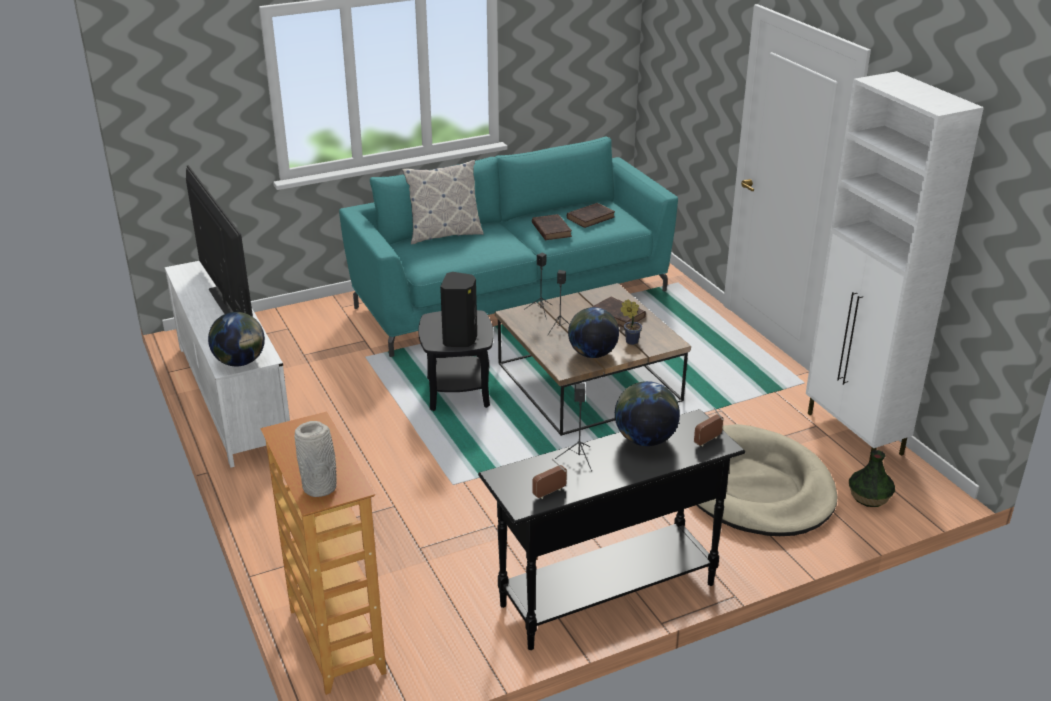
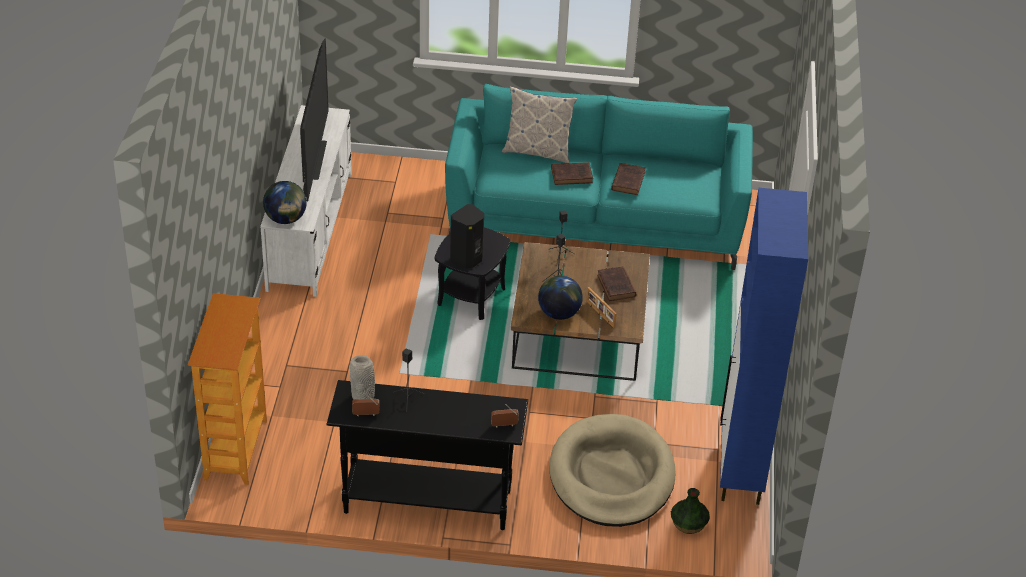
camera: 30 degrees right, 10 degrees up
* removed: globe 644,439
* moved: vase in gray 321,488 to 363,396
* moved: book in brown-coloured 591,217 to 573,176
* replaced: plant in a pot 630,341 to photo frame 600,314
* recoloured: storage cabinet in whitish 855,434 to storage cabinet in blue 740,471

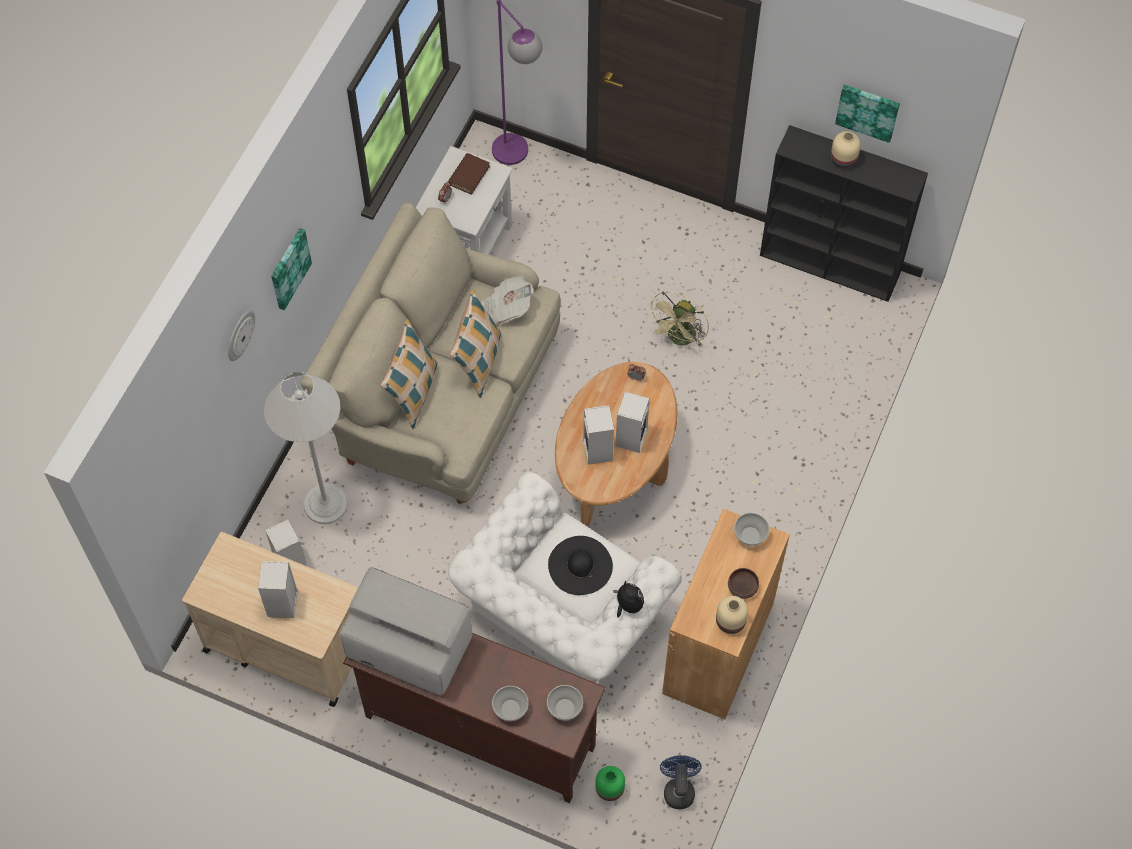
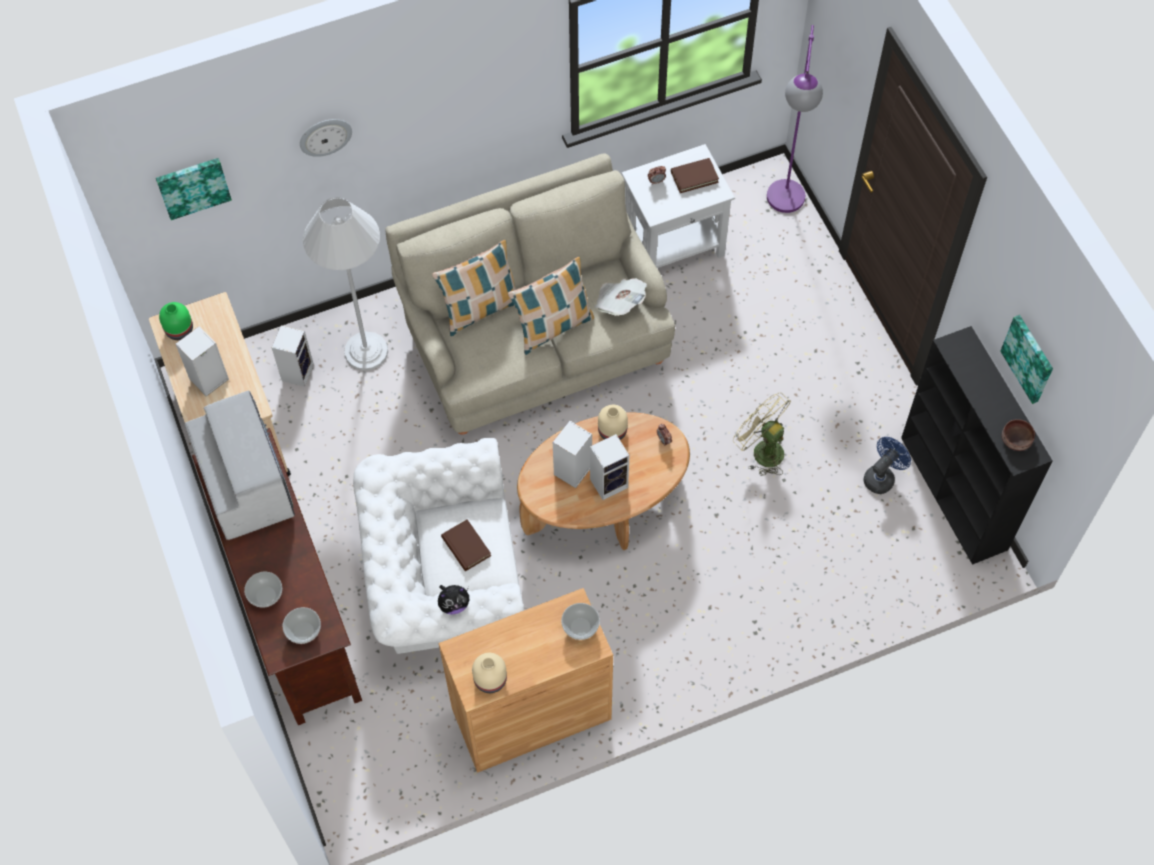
camera: 45 degrees right, 0 degrees up
* moved: picture 288,268 to 193,186
* moved: vase in green-coloured 609,788 to 179,329
* moved: fan in blue 678,788 to 882,476
* moved: deep dish in brown-coloured 743,586 to 1017,439
* moved: vase in sand-coloured 842,159 to 612,430
* replaced: wearable hat in blackish 580,565 to book in brown-coloured 466,546
* turned: plush toy 628,605 = 454,604 60 degrees clockwise
* turned: fan in sand-coloured 679,339 = 762,450 60 degrees clockwise

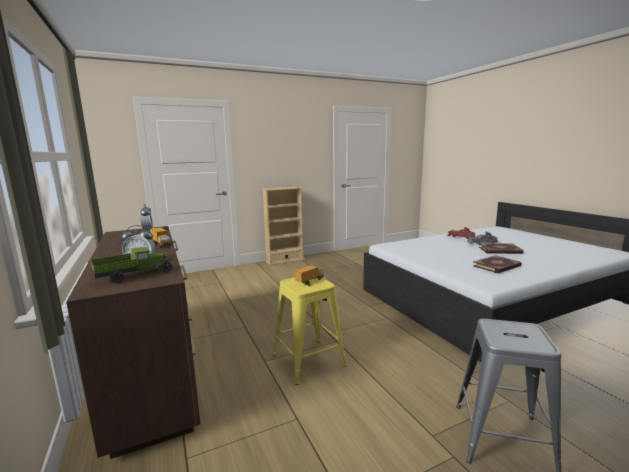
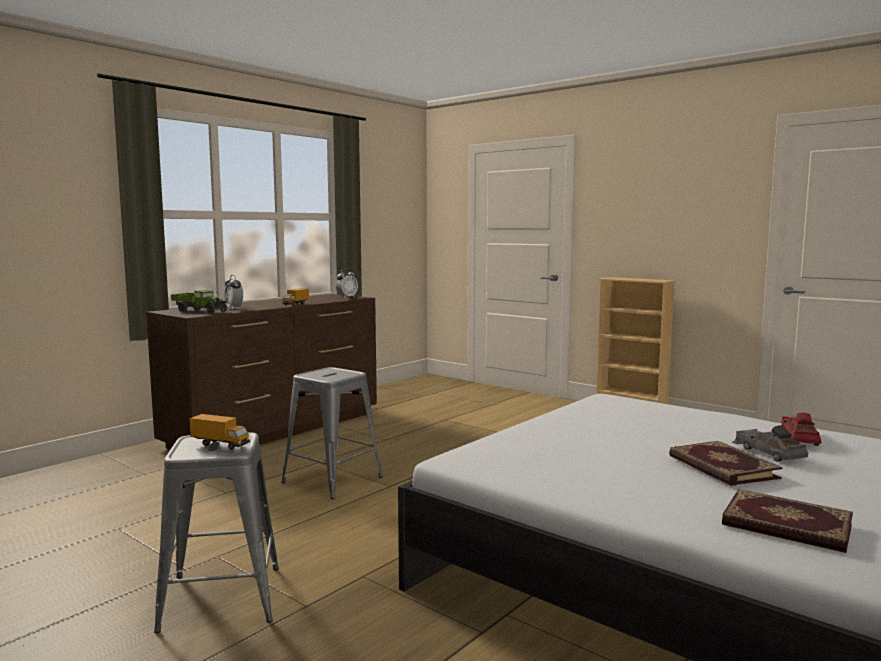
camera: 65 degrees right, 5 degrees down
* moved: toy lorry 309,281 to 220,444
* moved: book 497,266 to 786,526
* recoloured: sitting stool in yellow-coloured 309,361 to sitting stool in gray 332,480

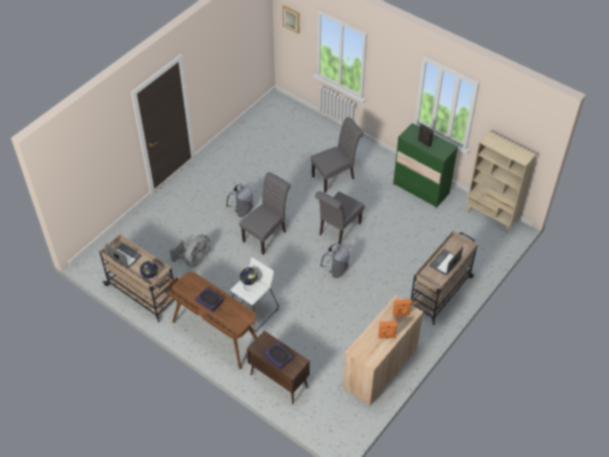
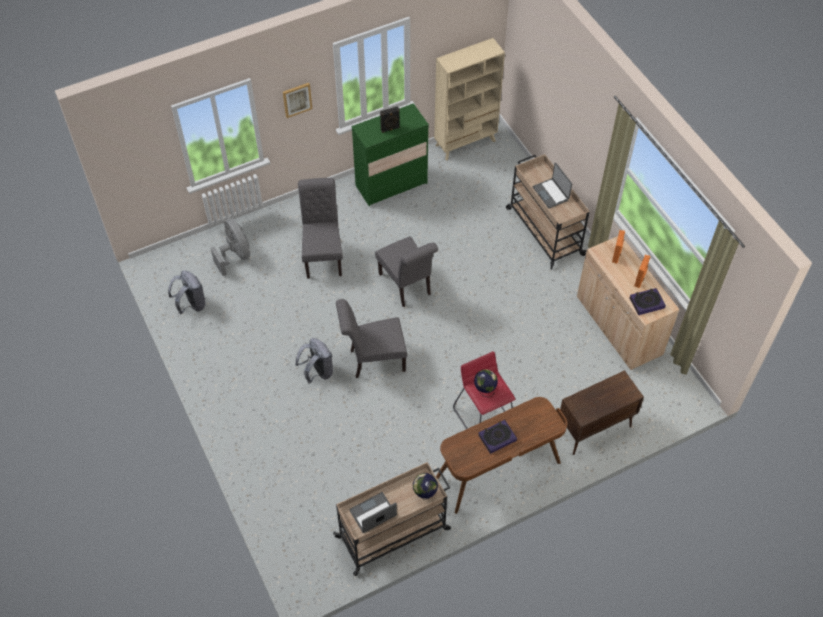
camera: 65 degrees left, 5 degrees up
* moved: fan in gray 194,260 to 235,256
* moved: book 279,356 to 646,303
* moved: picture 291,19 to 297,99
* moved: rucksack in gray 336,270 to 191,304
* recoloured: sitting stool in whitish 254,311 to sitting stool in red 484,417
* turned: plain chair in gray 266,235 = 373,360 75 degrees counterclockwise

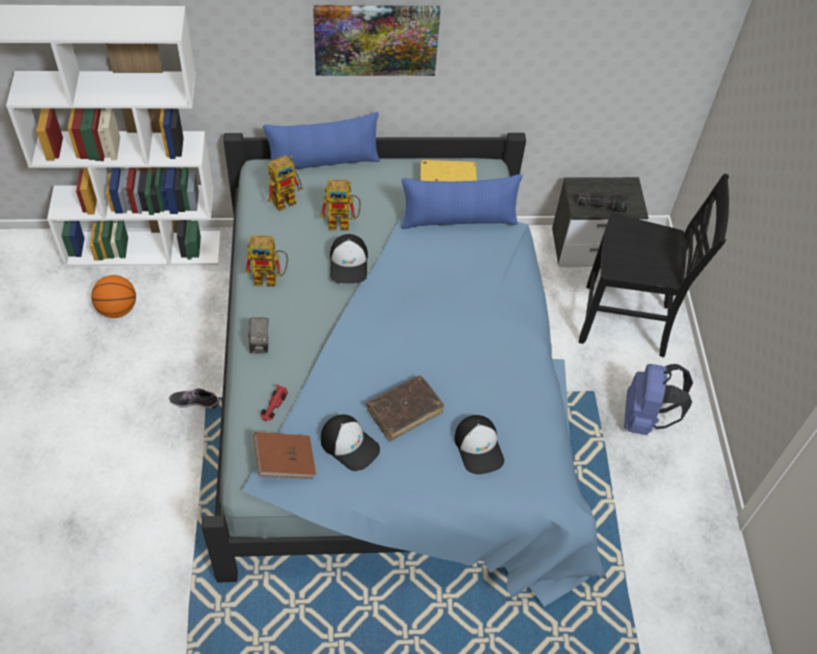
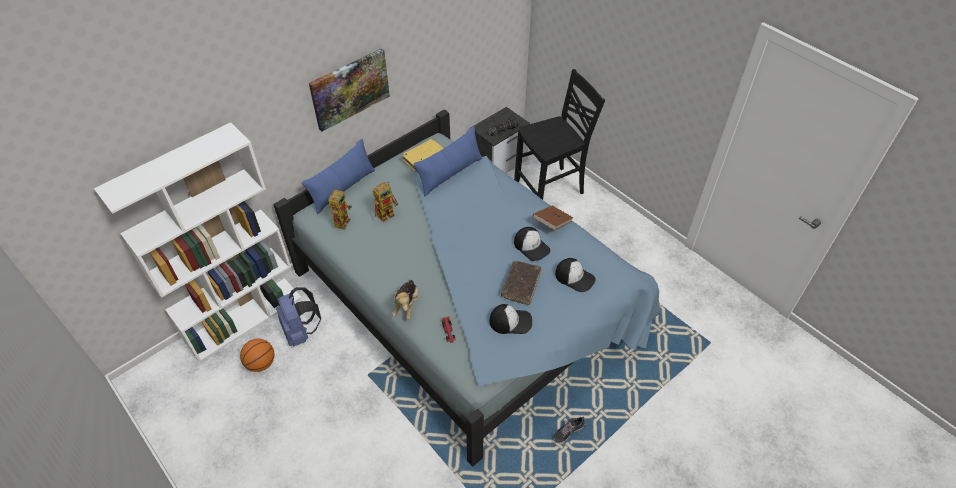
camera: 35 degrees left, 5 degrees down
* removed: toy robot 271,278
* moved: shoe 195,401 to 568,431
* moved: book in brown-coloured 285,462 to 552,223
* moved: cap 349,263 to 531,246
* moved: rucksack in blue 645,418 to 301,331
* replaced: photo camera 260,343 to plush toy 406,305

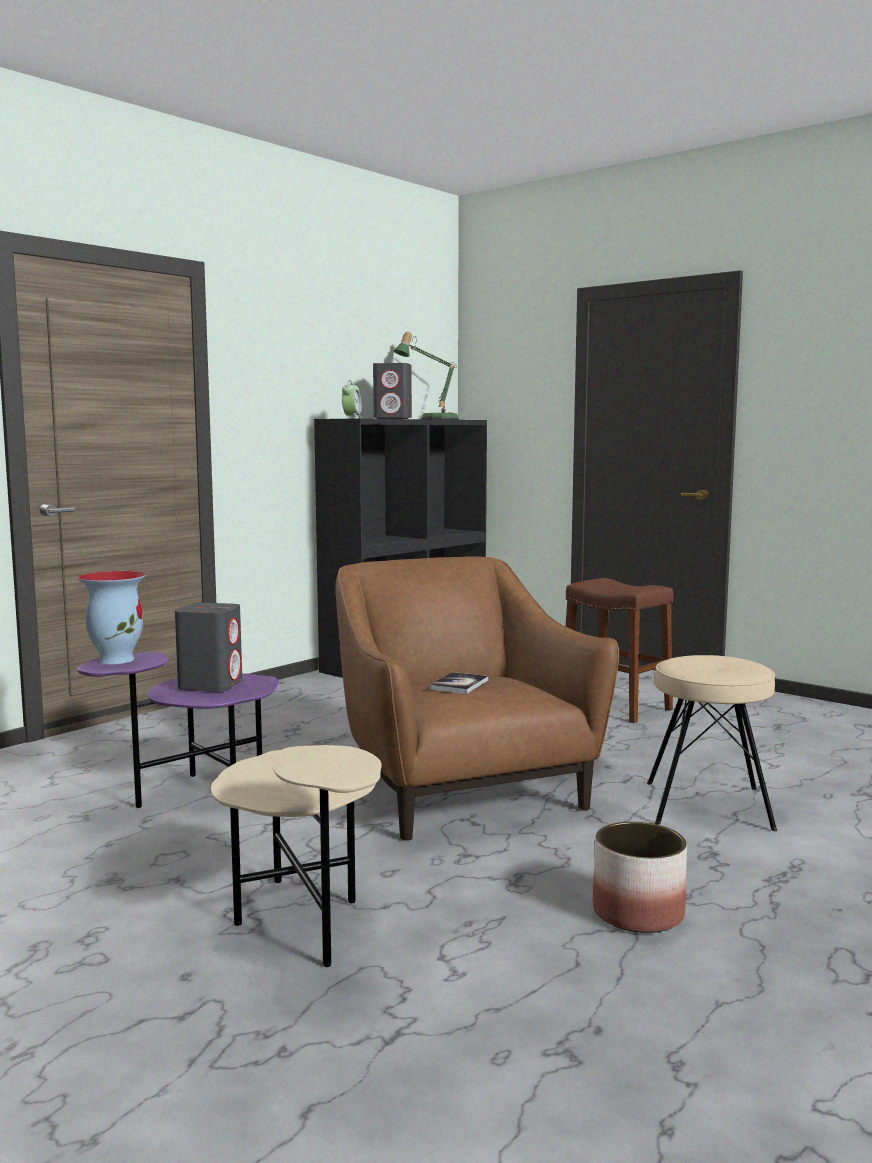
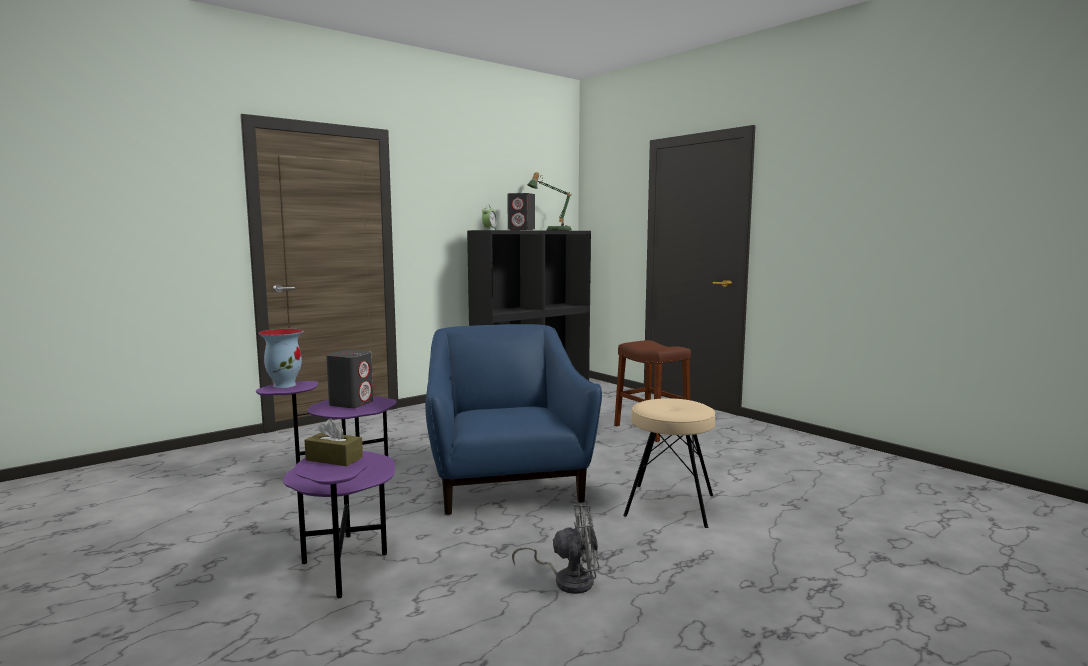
camera: 10 degrees right, 0 degrees up
* removed: book 459,685
* added: tissue box in brown-coloured 334,459
* replaced: planter 637,913 to fan in gray 567,580
* recoloured: side table in sand-coloured 304,924 to side table in purple 344,567
* recoloured: armchair in brown-coloured 460,791 to armchair in blue 506,482

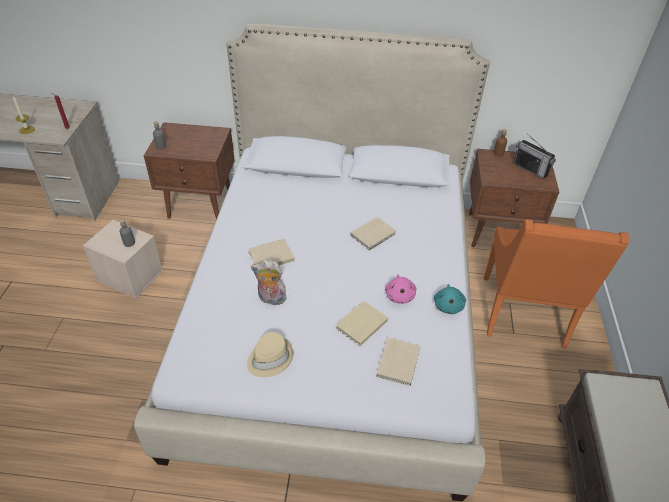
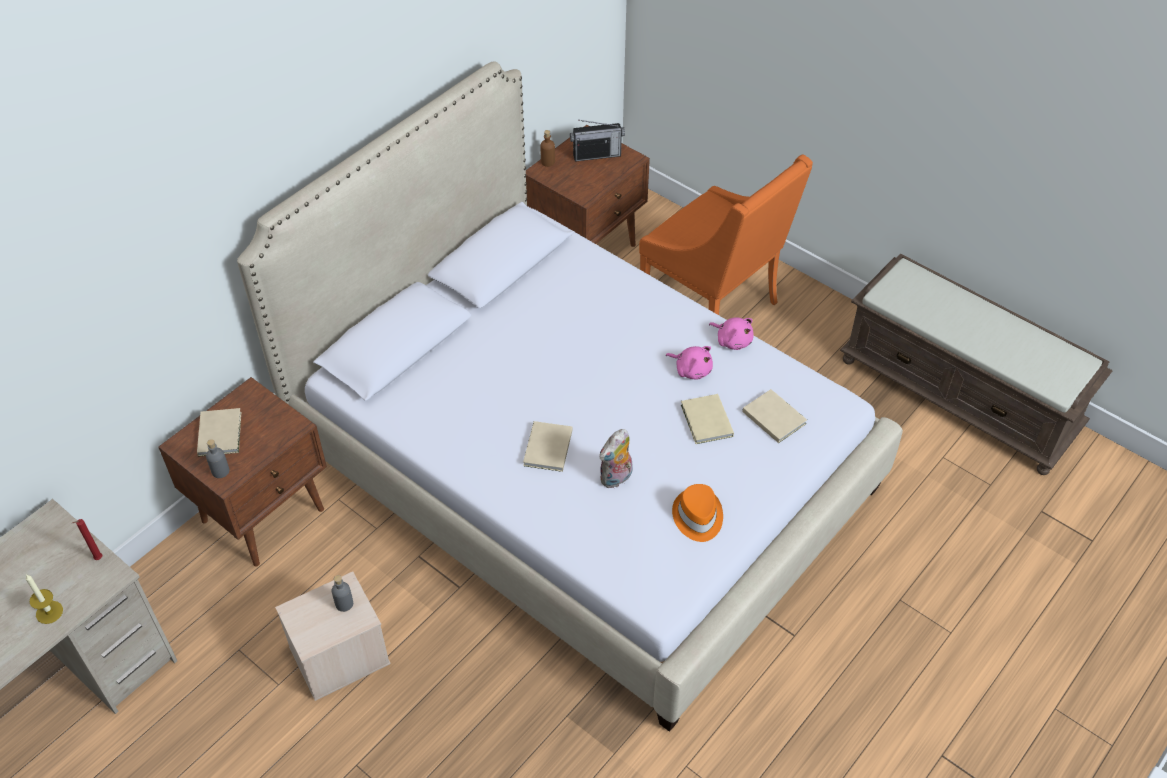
camera: 55 degrees left, 5 degrees up
* moved: book in sand-coloured 374,234 to 221,432
* recoloured: wearable hat in sand-coloured 269,358 to wearable hat in orangey 697,517
* recoloured: plush toy in turquoise-coloured 448,305 to plush toy in pinkish 732,340

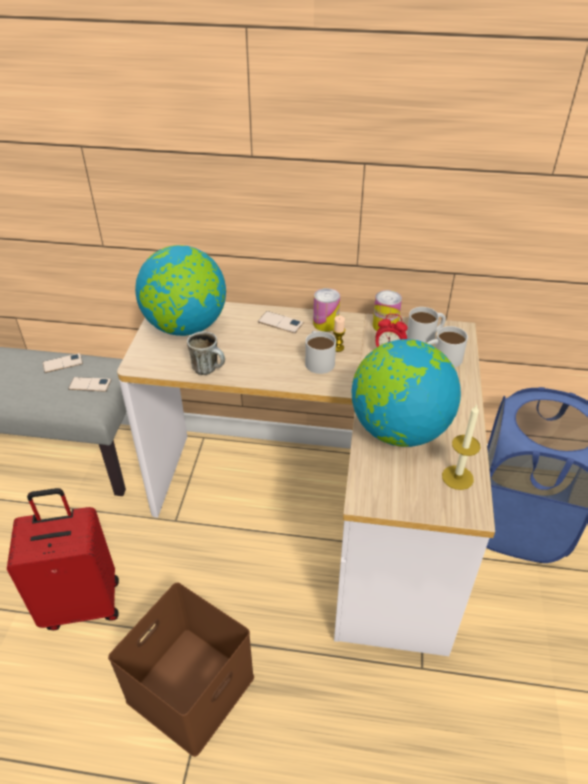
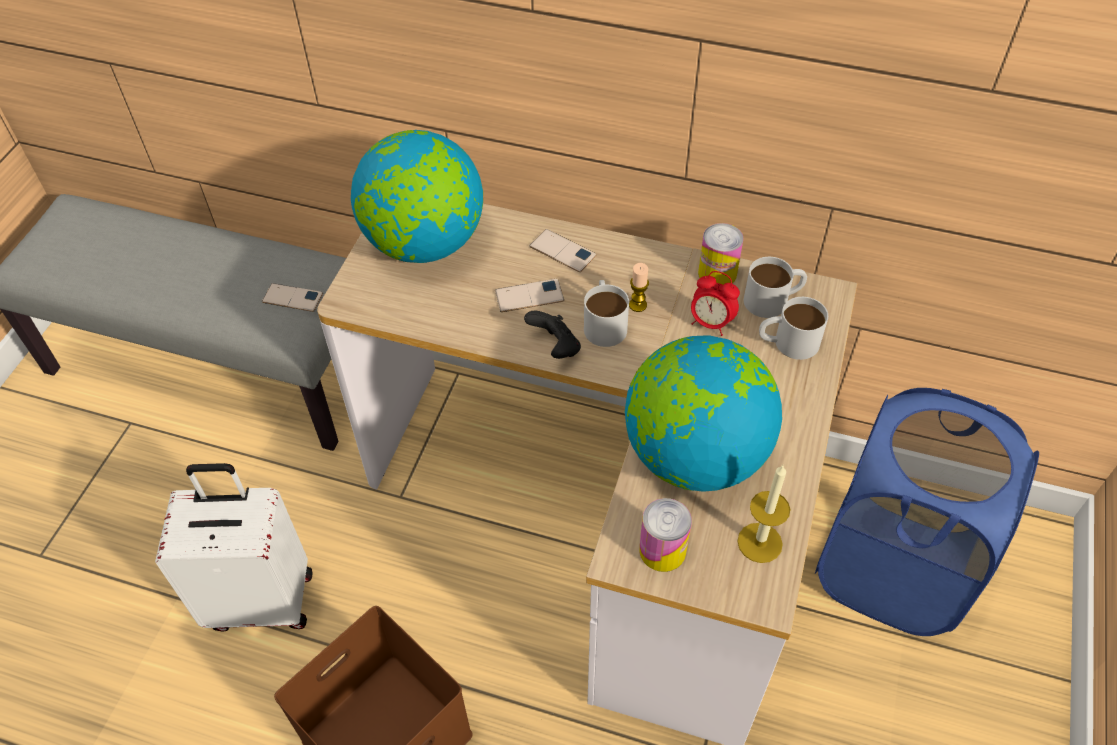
camera: 10 degrees right, 10 degrees up
* removed: mug 209,369
* added: gamepad in blackish 555,347
* moved: phone 62,363 to 529,296
* moved: metal can 325,323 to 662,550
* recoloured: piece of luggage in red 82,603 to piece of luggage in whitish 262,598

